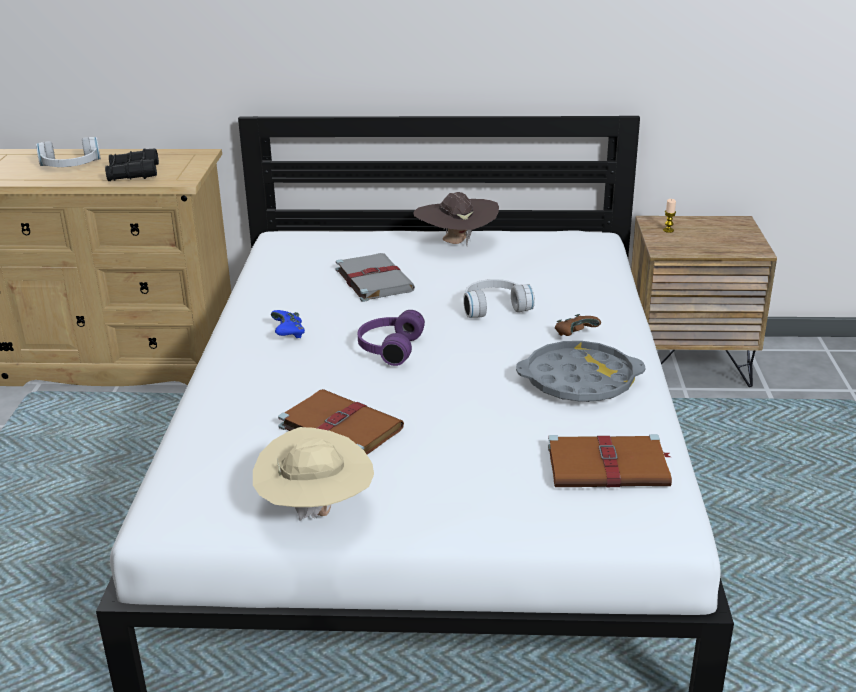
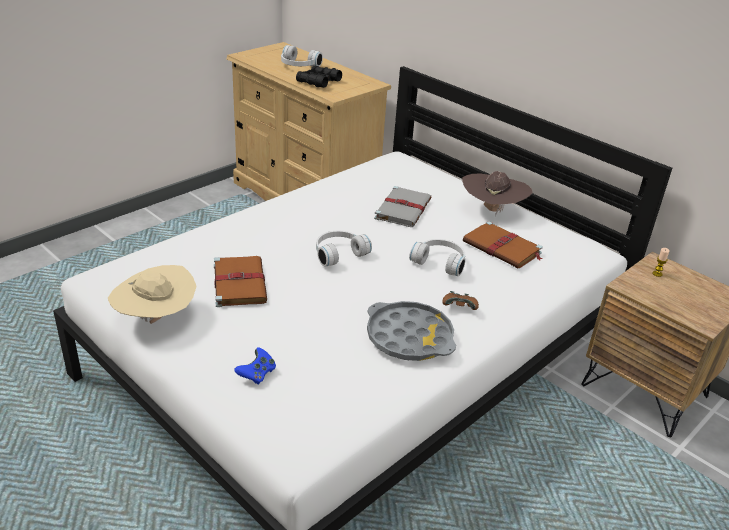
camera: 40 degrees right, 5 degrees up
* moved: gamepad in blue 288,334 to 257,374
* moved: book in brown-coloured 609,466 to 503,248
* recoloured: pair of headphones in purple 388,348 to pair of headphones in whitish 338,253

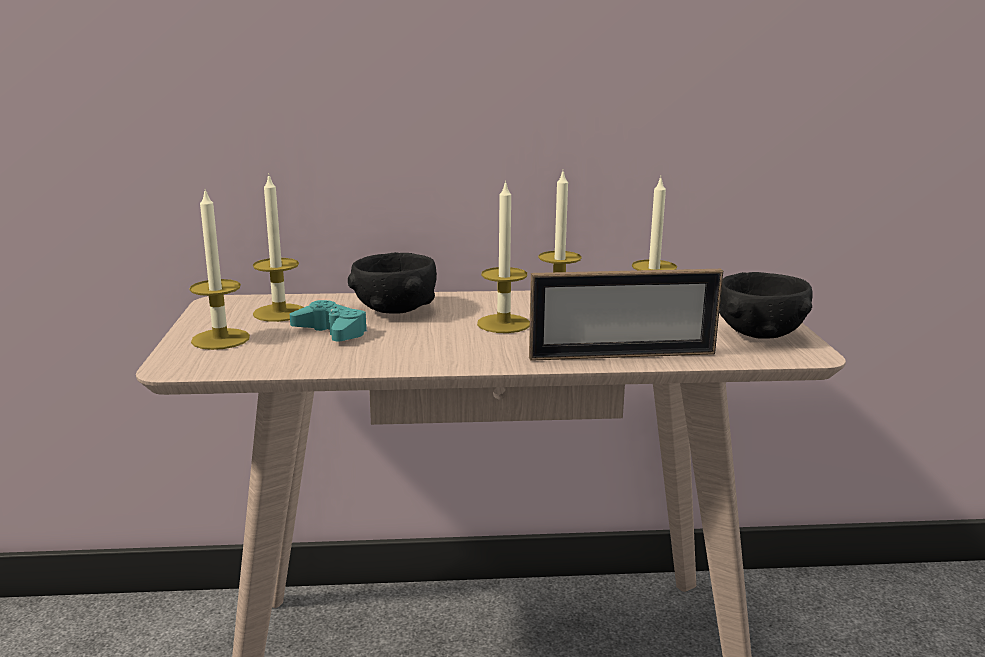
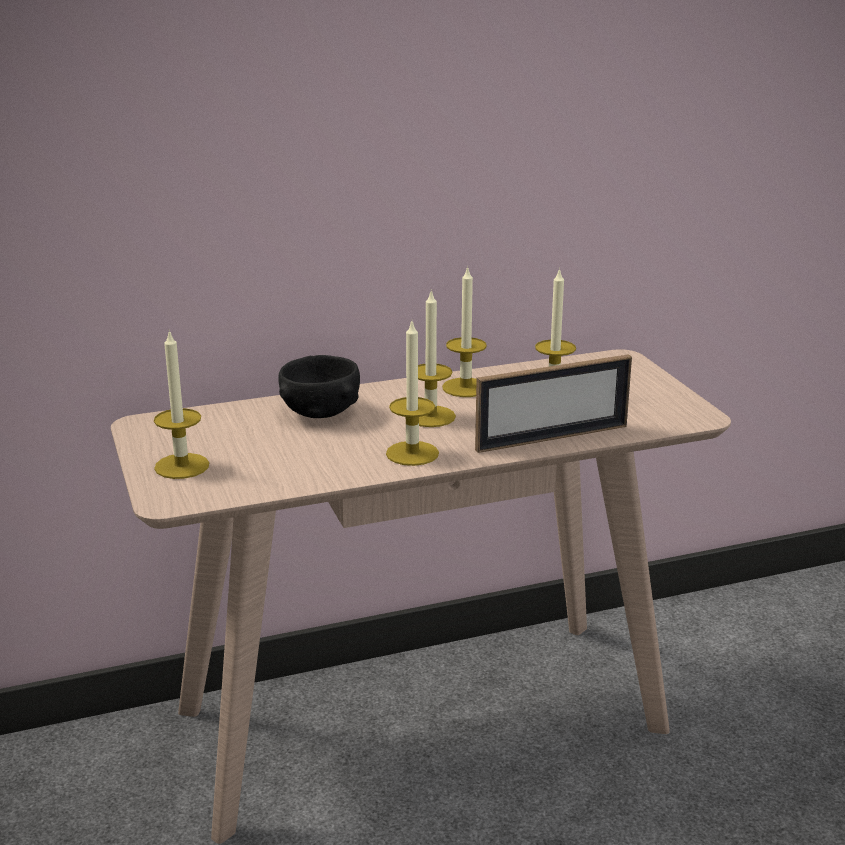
camera: 15 degrees left, 5 degrees up
* removed: gamepad in turquoise-coloured 331,331
* removed: deep dish in blackish 760,334
* moved: candle 279,313 to 412,453

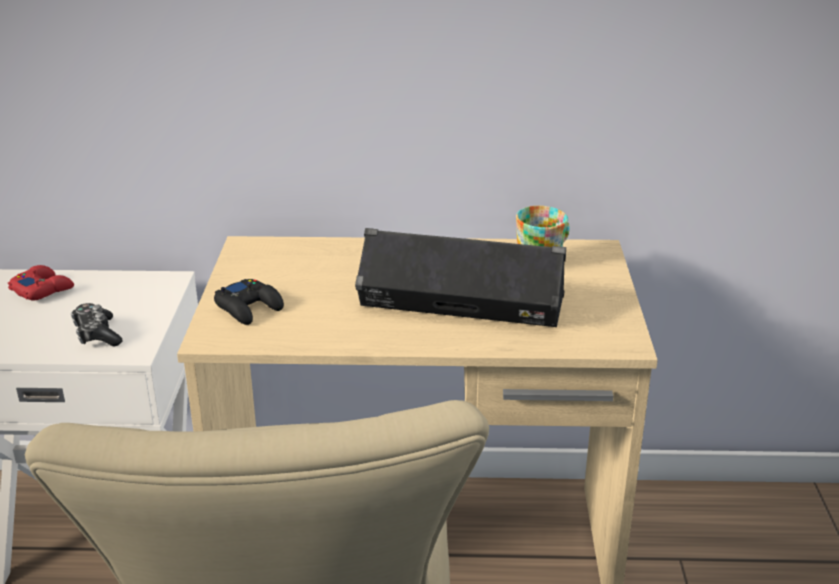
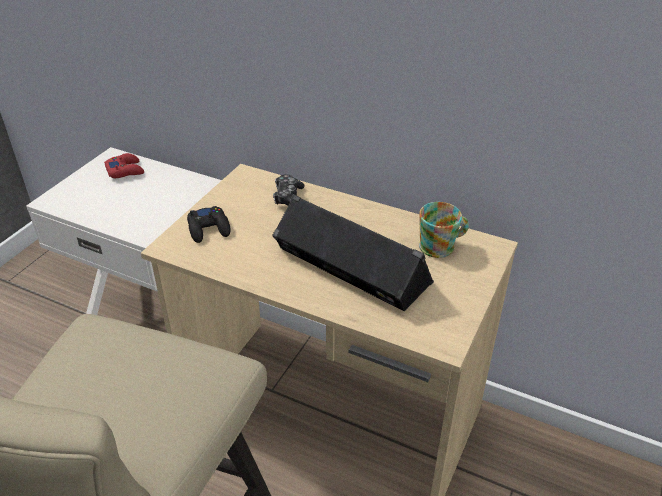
camera: 25 degrees right, 10 degrees up
* moved: gamepad 97,334 to 289,198

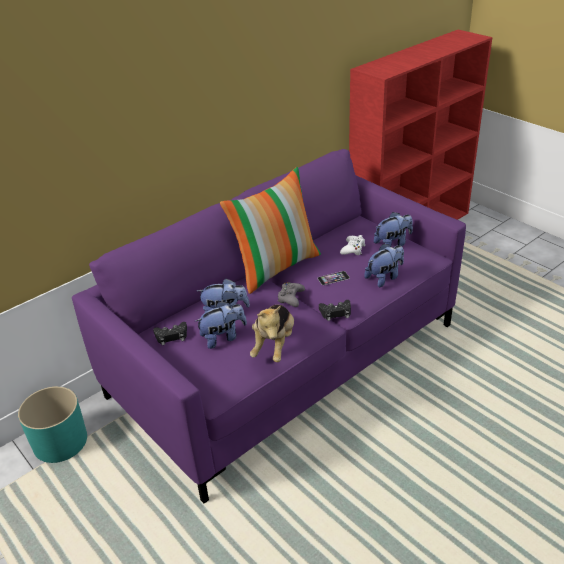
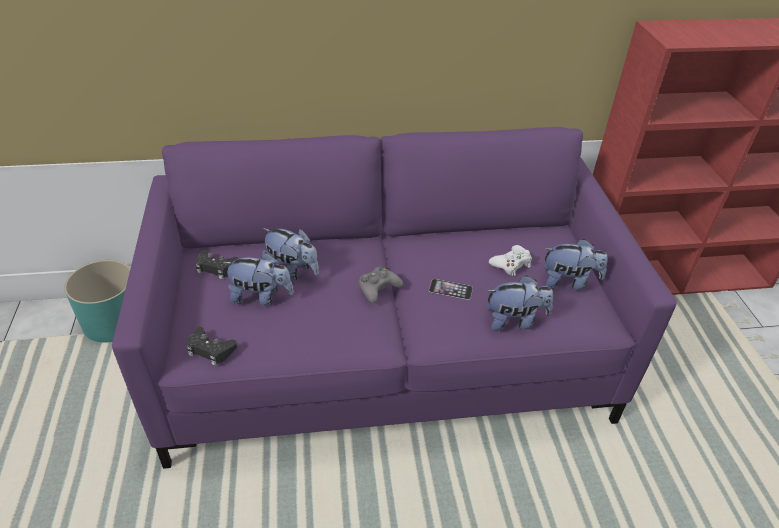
camera: 30 degrees right, 5 degrees up
* removed: throw pillow 276,267
* removed: plush toy 274,345
* moved: gamepad in blackish 336,313 to 210,350

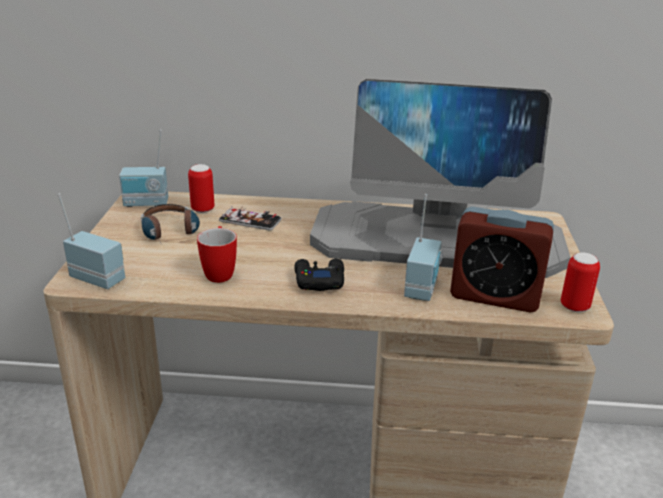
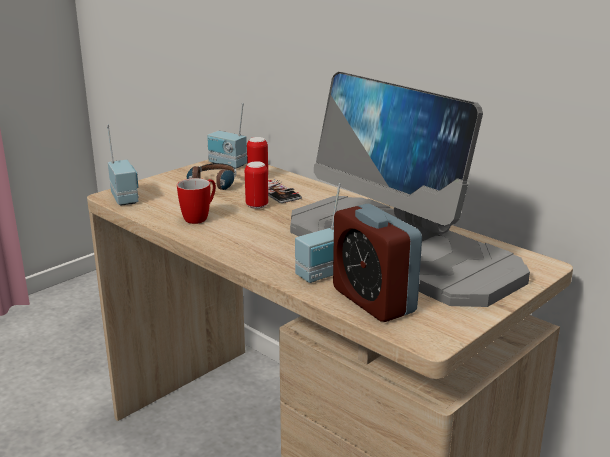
camera: 40 degrees right, 5 degrees down
* removed: gamepad in blackish 319,280
* moved: metal can 574,306 to 257,205

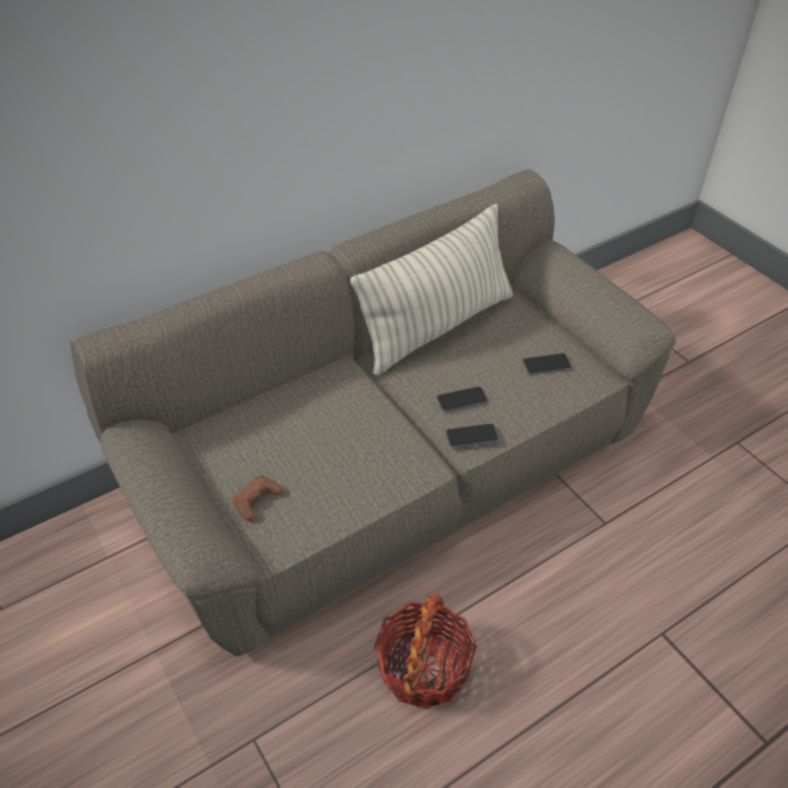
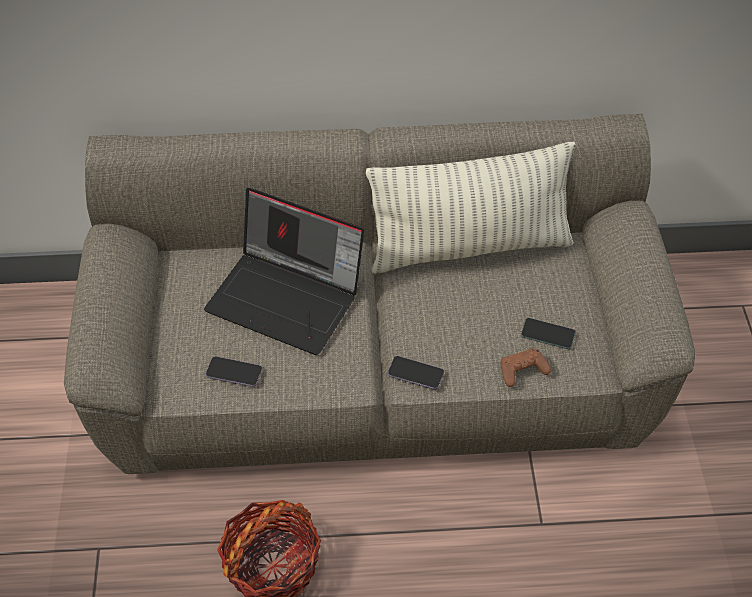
camera: 30 degrees right, 5 degrees up
* added: laptop 288,297
* moved: gamepad in brown-coloured 256,500 to 522,370
* moved: phone 462,400 to 234,372

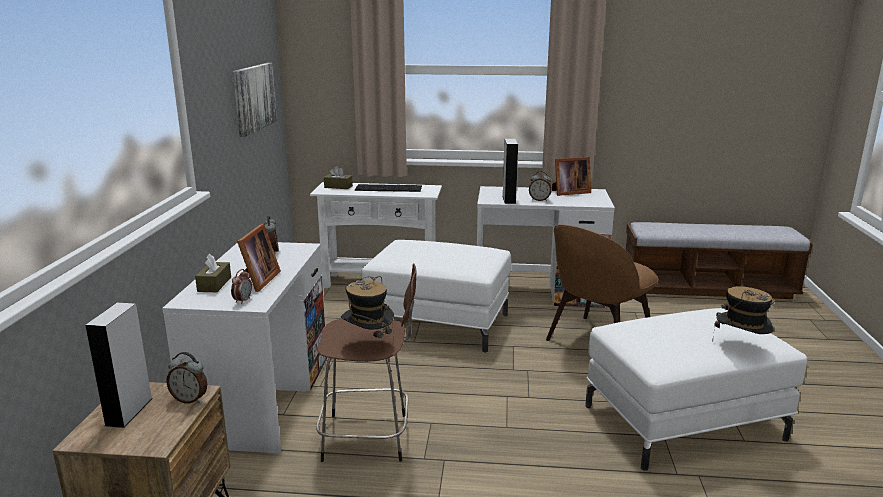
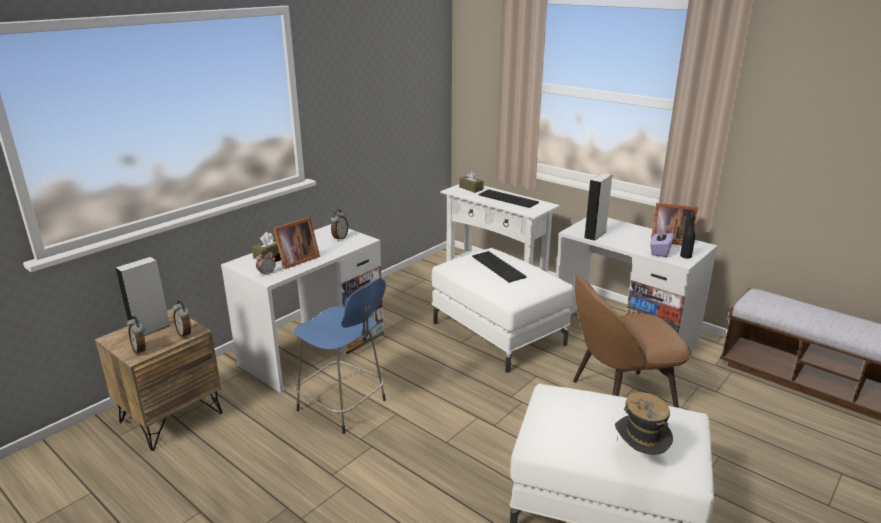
camera: 35 degrees right, 5 degrees up
* removed: picture 253,97
* removed: wearable hat 368,342
* added: PC keyboard 499,266
* added: tissue box in purple 659,252
* added: bottle in blackish 686,256
* moved: alarm clock 539,200 to 140,350
* recoloured: sitting stool in brown-coloured 369,437 to sitting stool in blue 344,406

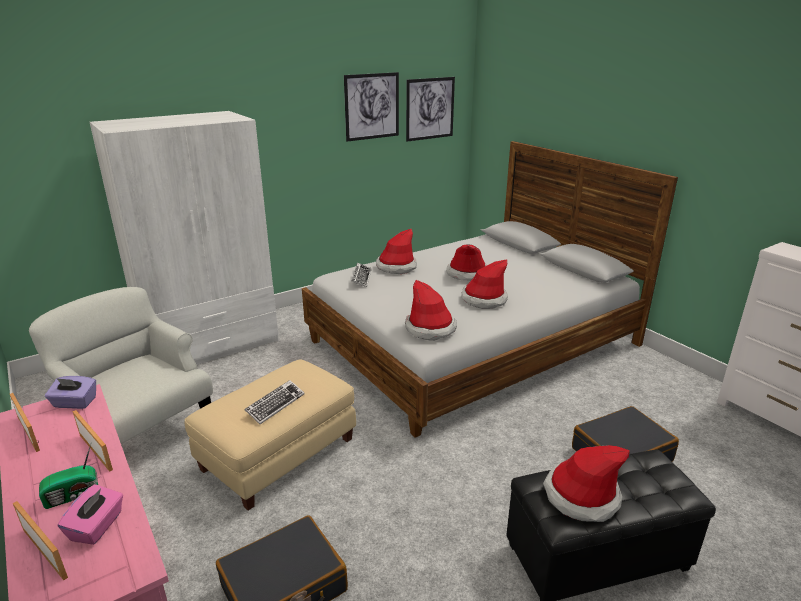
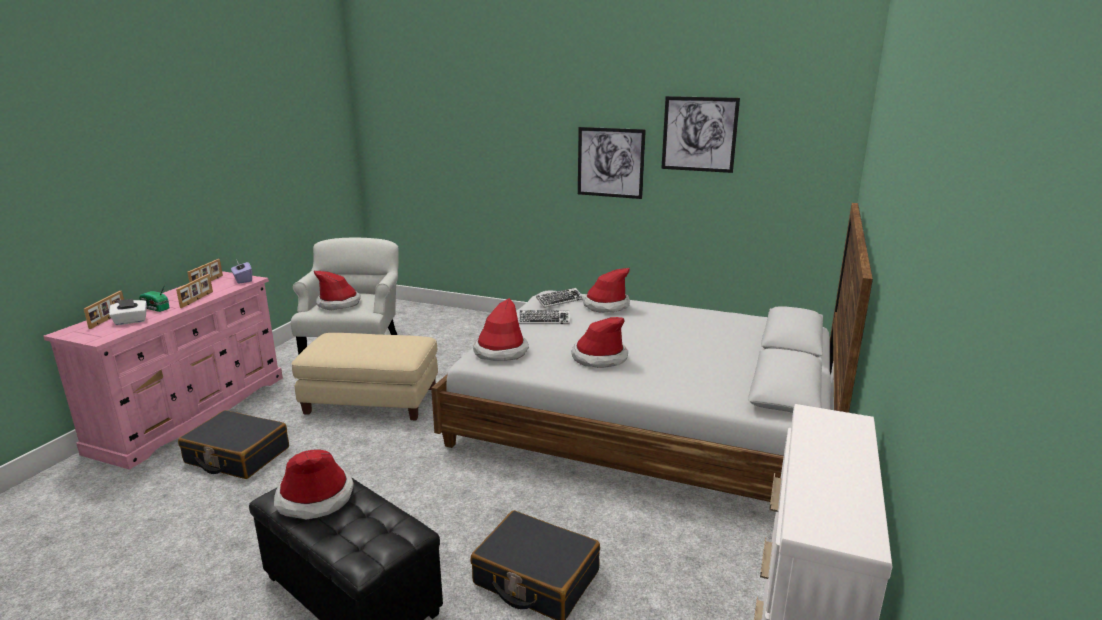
camera: 55 degrees right, 5 degrees down
* removed: clothes cupboard in whitish 211,344
* moved: PC keyboard 275,405 to 544,320
* moved: picture 430,108 to 610,162
* moved: wearable hat 467,274 to 339,303
* recoloured: tissue box in pinkish 97,527 to tissue box in whitish 131,321

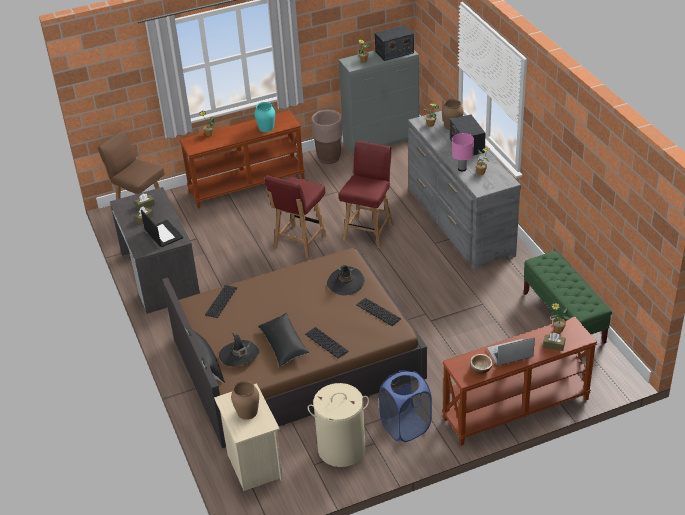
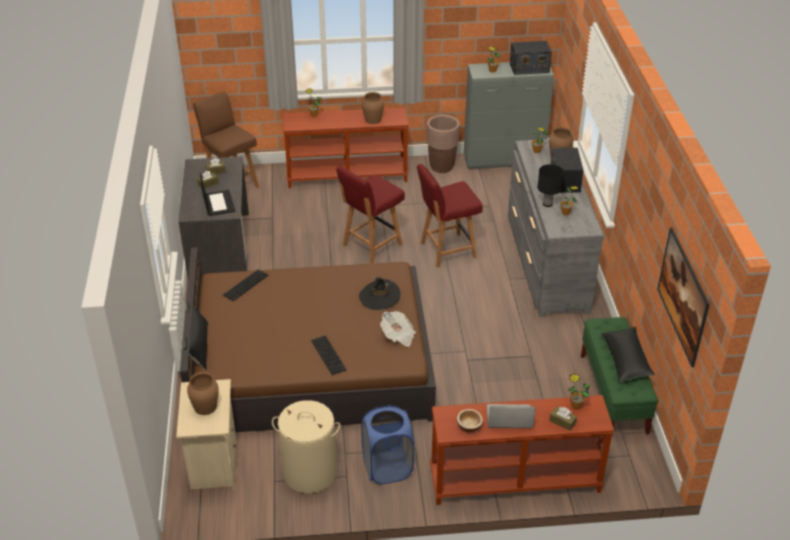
camera: 15 degrees right, 0 degrees up
* removed: wearable hat in blackish 239,355
* added: picture 679,311
* moved: throw pillow in blackish 284,344 to 626,360
* replaced: PC keyboard 378,312 to daily paper 398,336
* recoloured: vase in turquoise-coloured 266,127 to vase in brown-coloured 373,119
* recoloured: lamp for a table in pinkish 462,168 to lamp for a table in blackish 547,204
* turned: plain chair in red 368,231 = 446,250 150 degrees counterclockwise

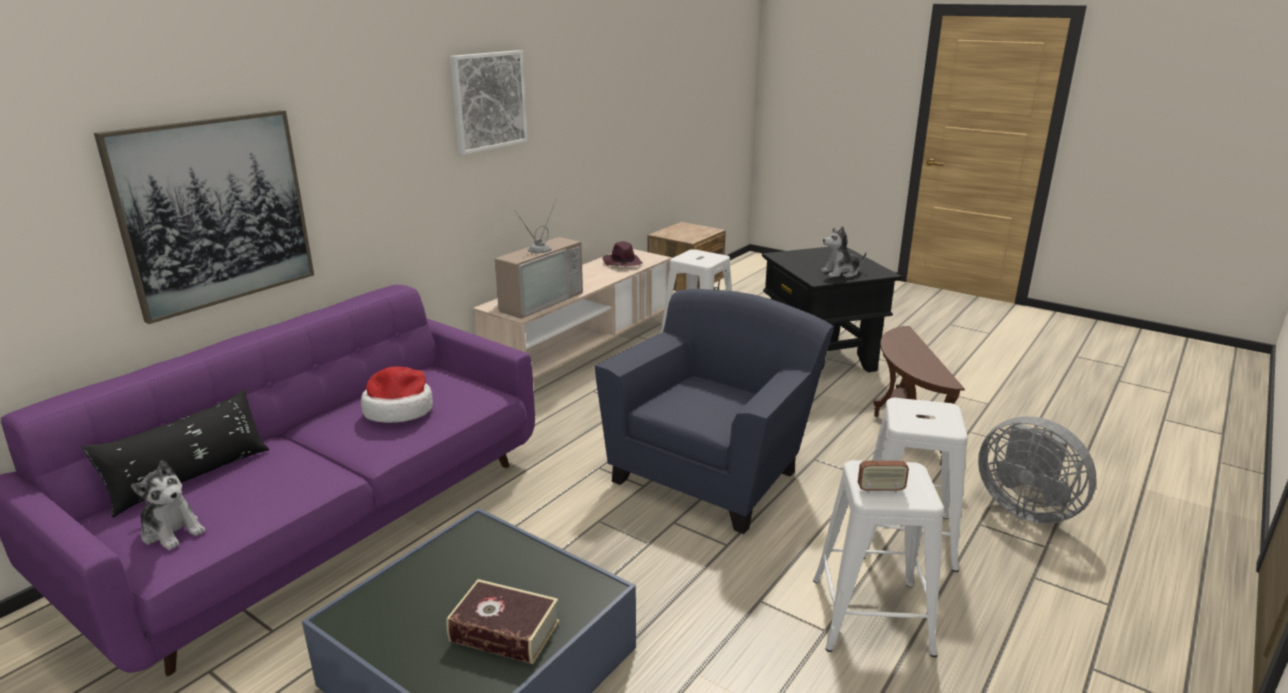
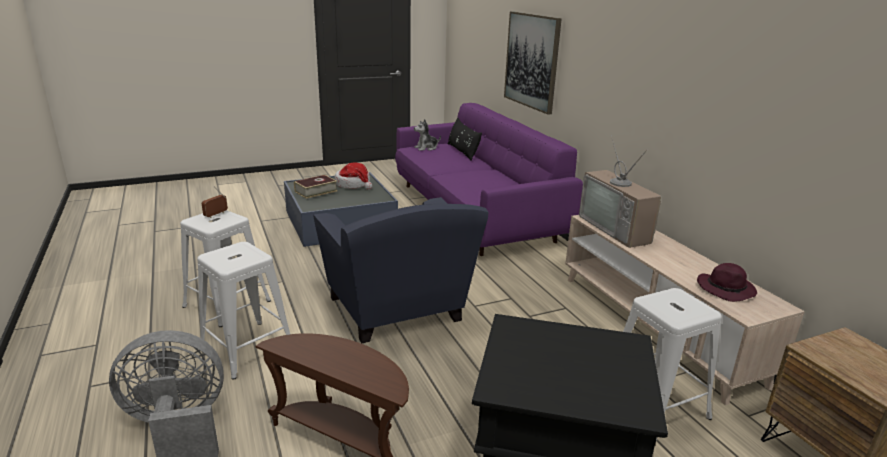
camera: 120 degrees right, 0 degrees up
* removed: picture 488,101
* removed: plush toy 841,273
* moved: wearable hat 399,409 to 353,184

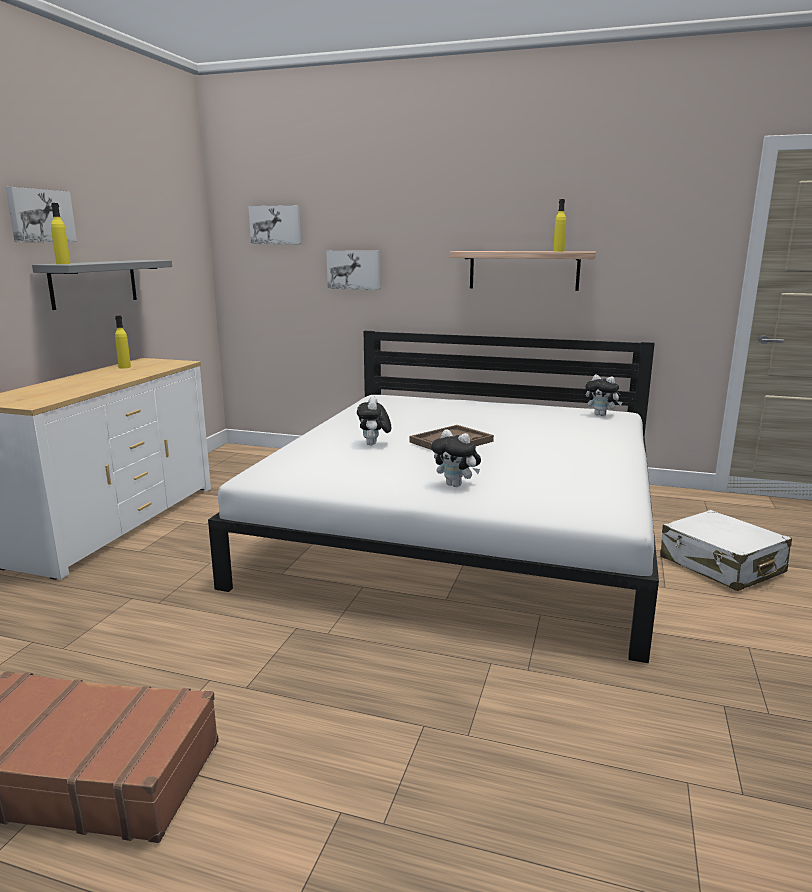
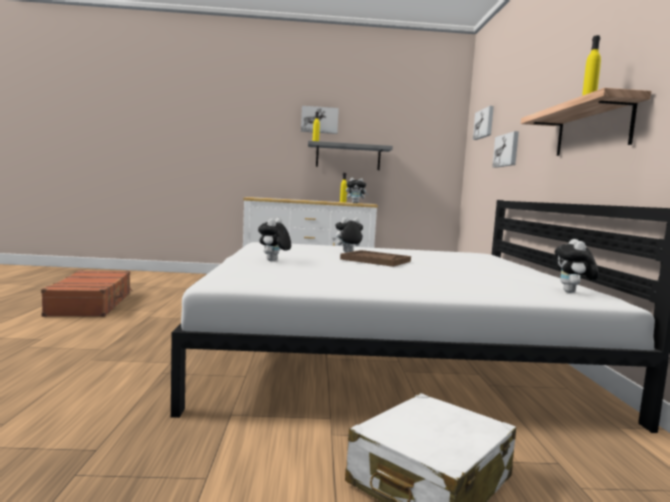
camera: 70 degrees right, 10 degrees down
* added: plush toy 356,203

